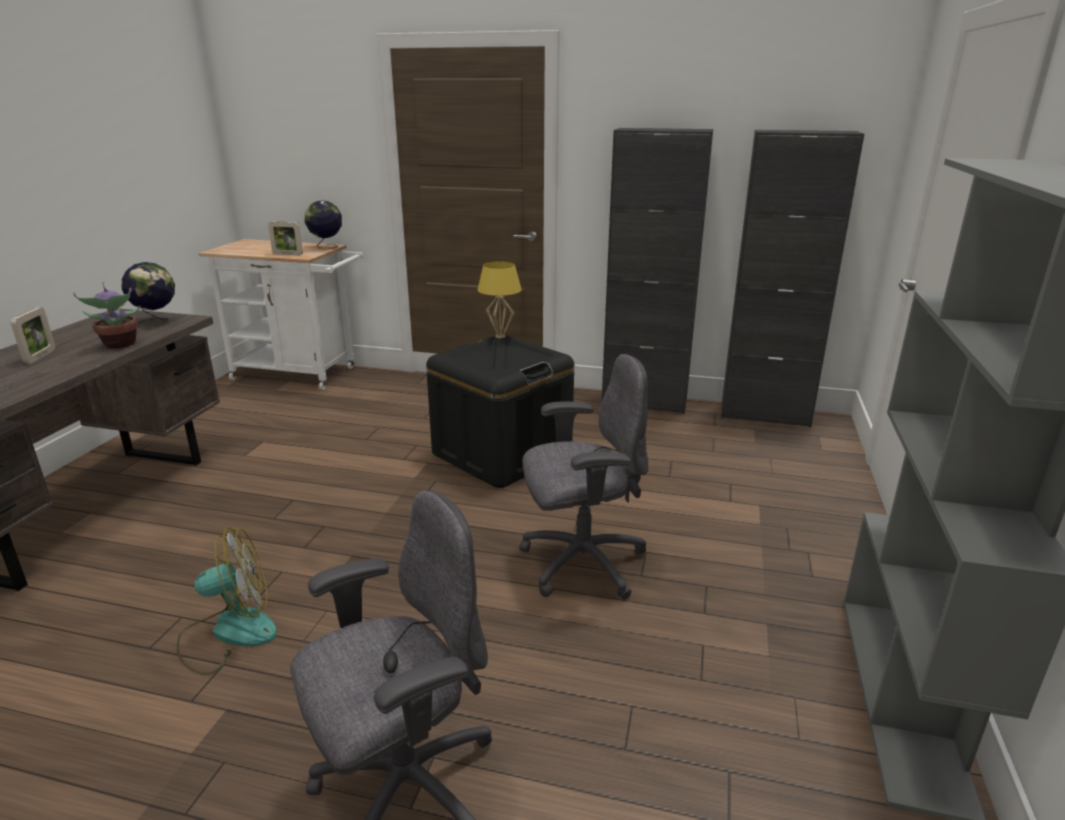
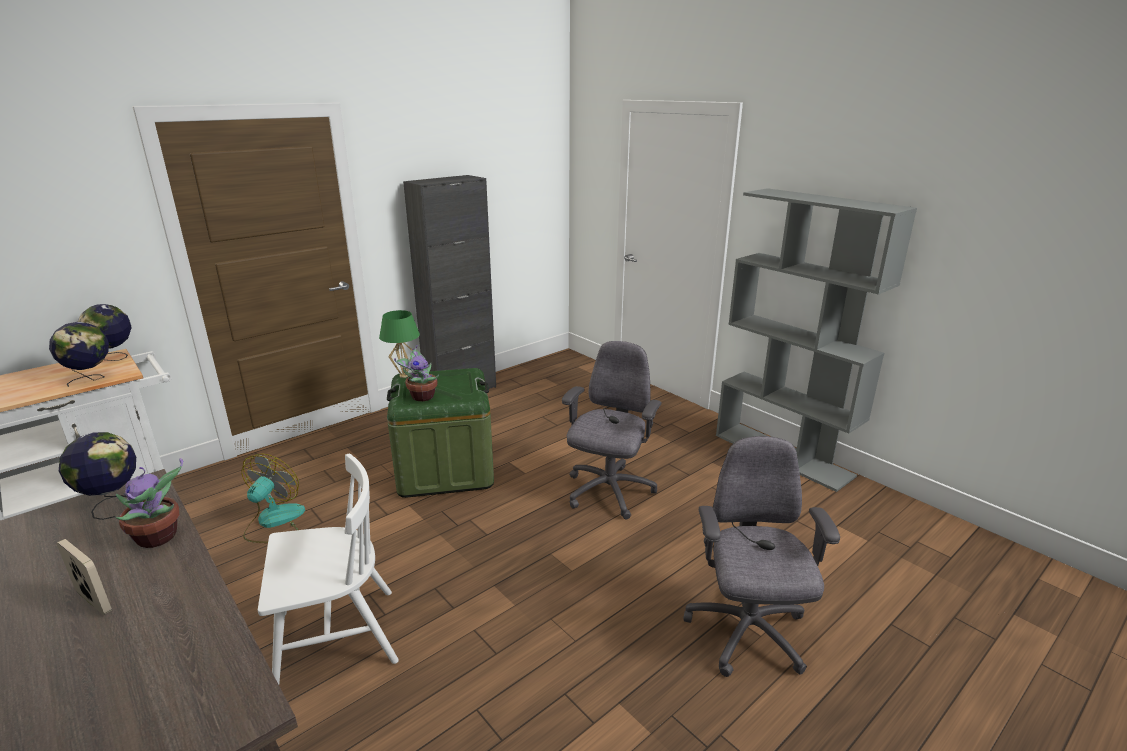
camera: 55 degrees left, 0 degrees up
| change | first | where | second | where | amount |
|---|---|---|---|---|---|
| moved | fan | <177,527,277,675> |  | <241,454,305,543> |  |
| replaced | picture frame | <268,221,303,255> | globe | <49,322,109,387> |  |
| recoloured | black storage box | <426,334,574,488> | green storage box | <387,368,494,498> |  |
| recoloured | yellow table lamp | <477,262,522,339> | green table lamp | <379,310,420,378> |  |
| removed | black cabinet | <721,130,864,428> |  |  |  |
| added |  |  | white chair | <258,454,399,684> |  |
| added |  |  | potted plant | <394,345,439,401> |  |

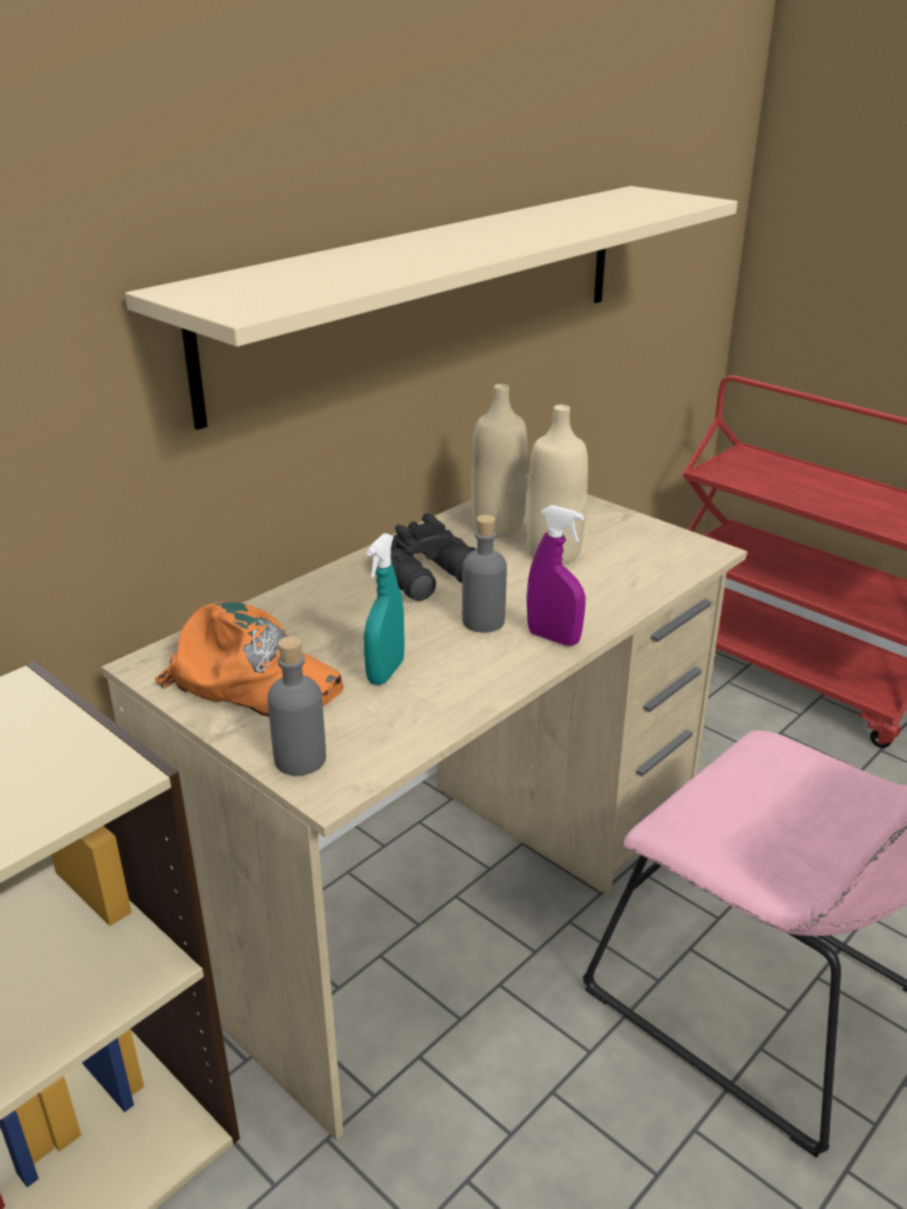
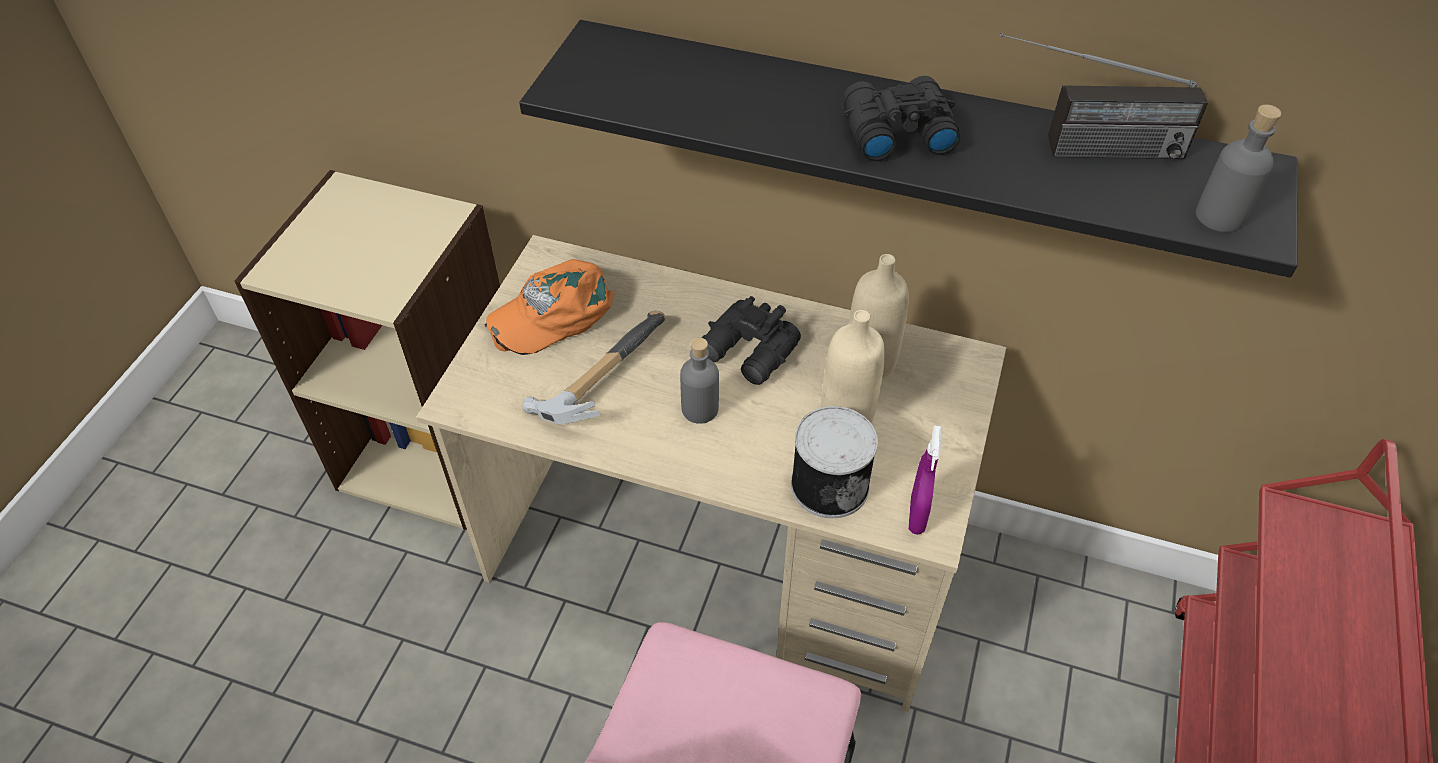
camera: 65 degrees right, 20 degrees up
| change | first | where | second | where | amount |
|---|---|---|---|---|---|
| recoloured | beige shelf | <125,186,737,430> | black shelf | <519,20,1297,278> |  |
| turned | orange cap | <155,602,344,717> |  | <485,259,614,355> | 60 degrees clockwise |
| moved | grey bottle | <267,636,326,776> |  | <1196,105,1282,232> |  |
| replaced | turquoise spray bottle | <364,533,405,685> | hammer | <522,311,665,424> |  |
| moved | purple spray bottle | <526,505,586,646> |  | <908,426,942,535> |  |
| added |  |  | can | <791,406,878,518> |  |
| added |  |  | black binoculars | <843,76,960,161> |  |
| added |  |  | radio | <1000,33,1208,159> |  |

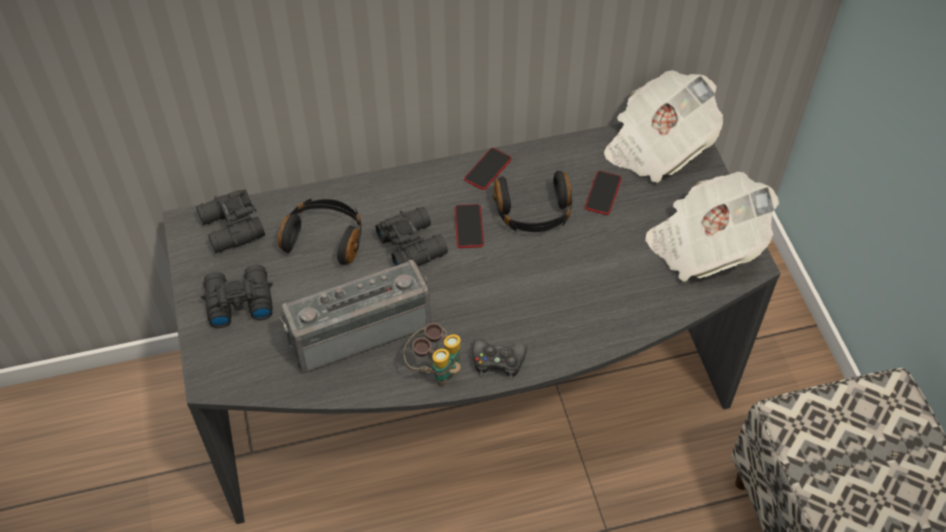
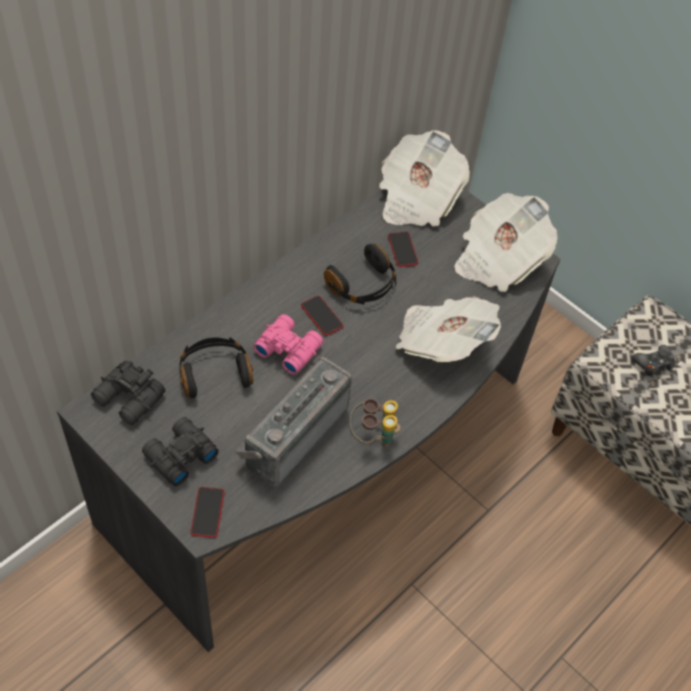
camera: 35 degrees left, 0 degrees up
| change | first | where | second | where | amount |
|---|---|---|---|---|---|
| recoloured | black binoculars | <375,207,448,266> | pink binoculars | <253,314,323,375> |  |
| moved | phone | <464,148,512,190> |  | <191,487,225,538> |  |
| moved | black game controller | <472,339,527,380> |  | <631,345,675,378> |  |
| added |  |  | newspaper | <396,296,501,362> |  |

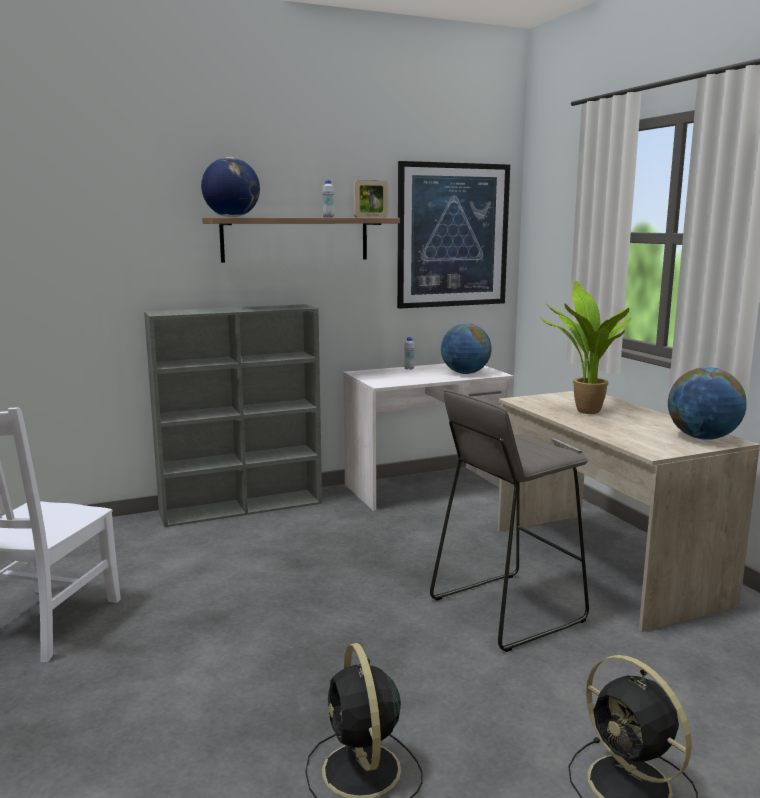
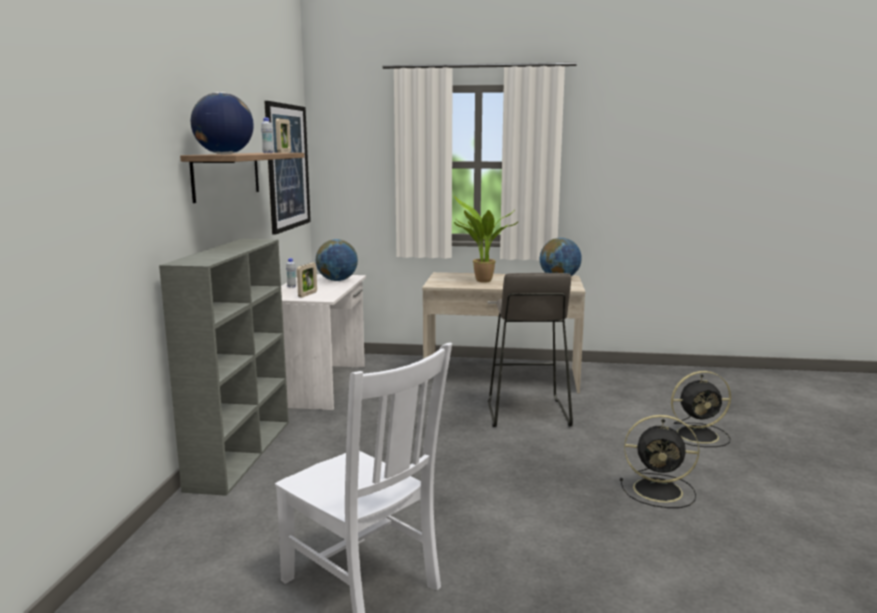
camera: 60 degrees left, 0 degrees up
| change | first | where | second | where | amount |
|---|---|---|---|---|---|
| added |  |  | picture frame | <297,263,317,297> |  |

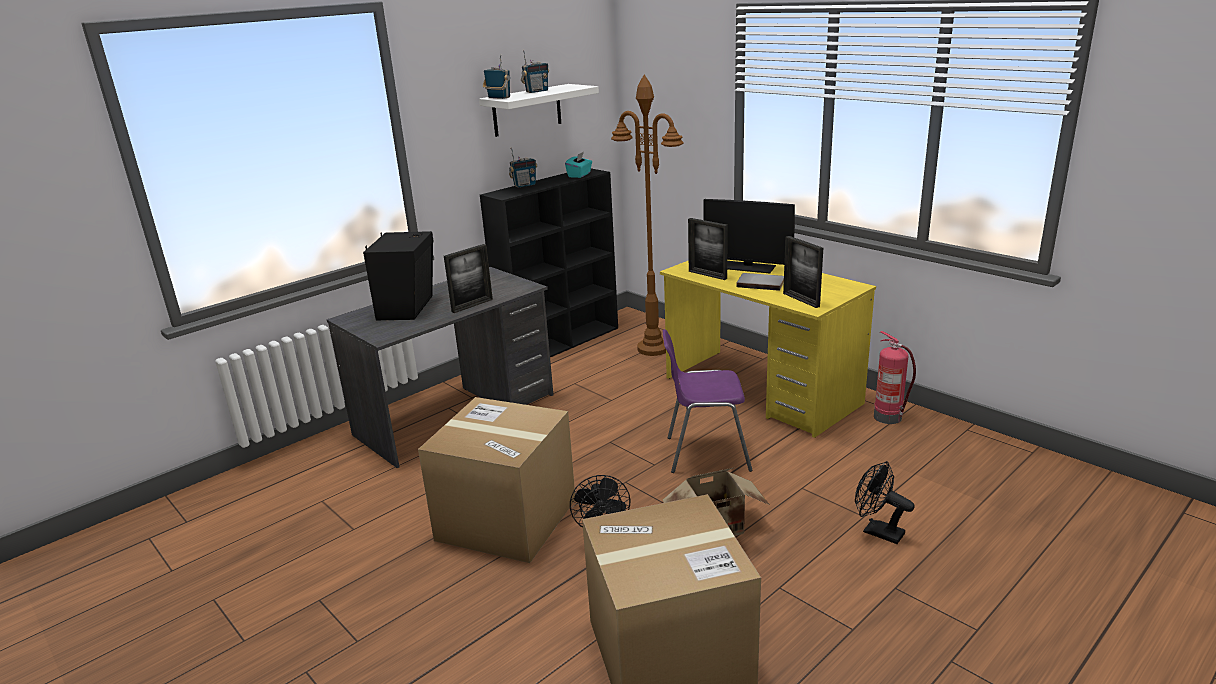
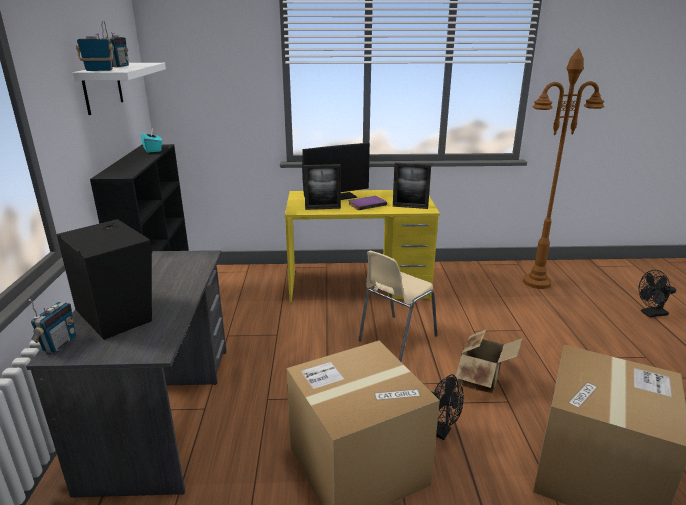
camera: 50 degrees left, 0 degrees up
| change | first | where | second | where | amount |
|---|---|---|---|---|---|
| removed | picture frame | <444,244,493,313> |  |  |  |
| moved | radio | <509,148,537,187> |  | <29,299,76,353> |  |
| moved | brown floor lamp | <611,74,683,356> |  | <523,48,605,289> |  |
| recoloured | purple chair | <662,329,752,473> | beige chair | <359,251,437,361> |  |
| recoloured | grey book | <737,273,784,291> | purple book | <349,196,387,211> |  |
| moved | black fan | <855,461,915,544> |  | <638,270,676,317> |  |
| removed | fire extinguisher | <874,331,916,424> |  |  |  |

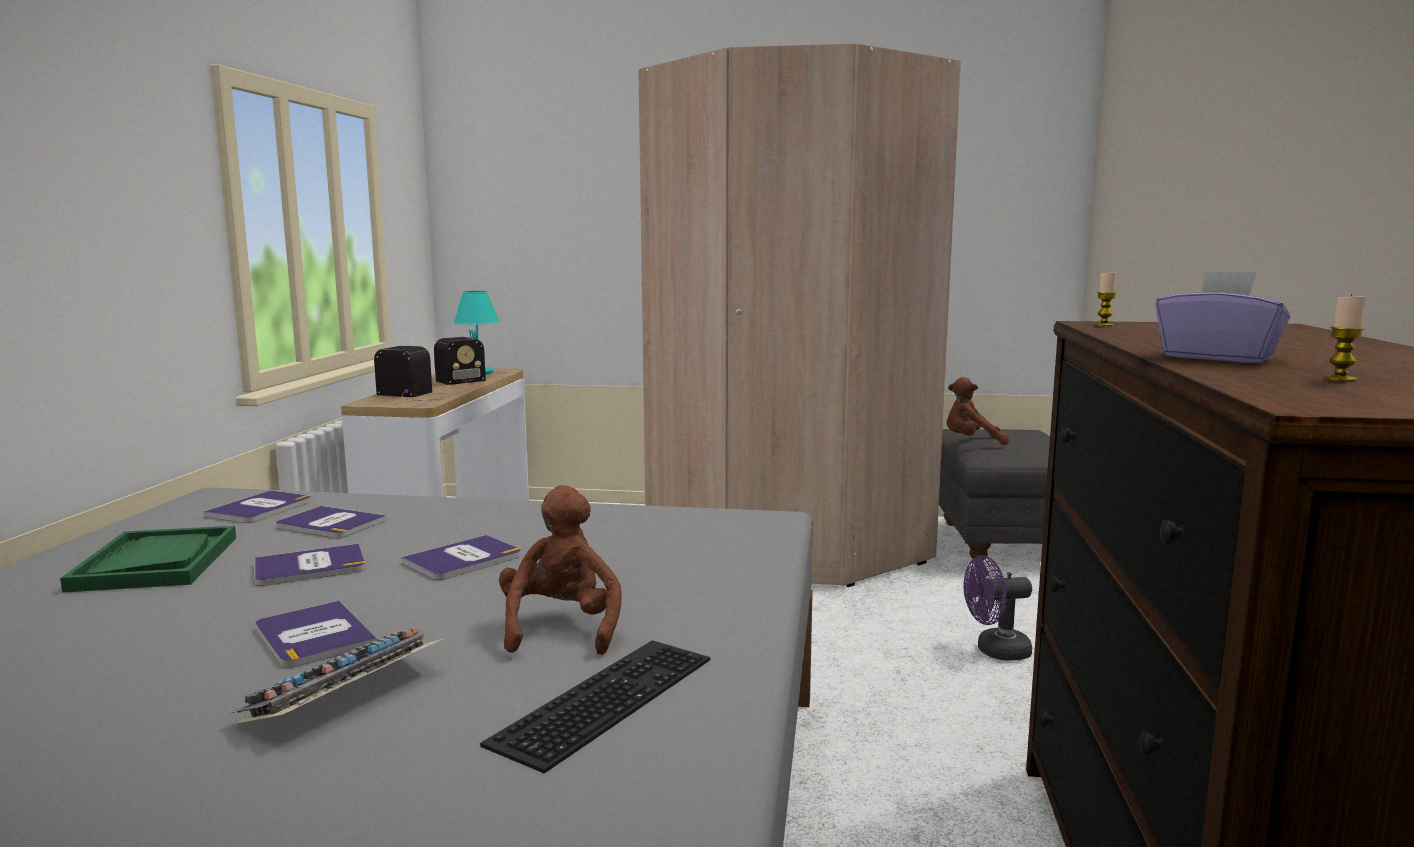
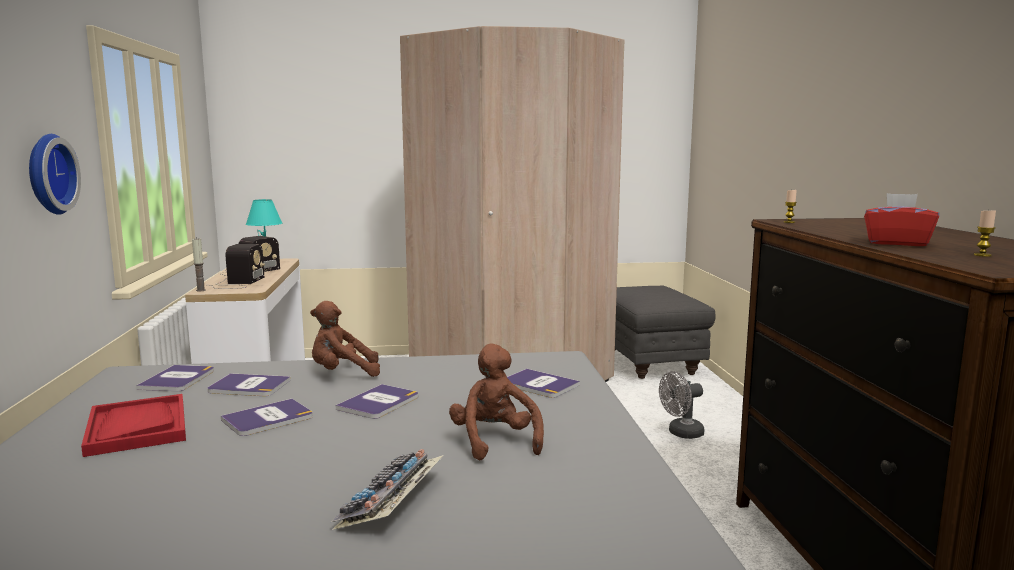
camera: 15 degrees left, 0 degrees up
| change | first | where | second | where | amount |
|---|---|---|---|---|---|
| recoloured | green tray | <60,526,236,593> | red tray | <81,394,186,457> |  |
| moved | book | <255,601,377,668> |  | <507,369,580,398> |  |
| turned | radio | <374,346,452,402> |  | <211,244,265,289> | 90 degrees clockwise |
| removed | keyboard | <480,640,710,773> |  |  |  |
| moved | brown plush toy | <947,377,1009,445> |  | <310,301,380,377> |  |
| recoloured | purple fan | <964,556,1032,661> | grey fan | <659,371,704,439> |  |
| recoloured | purple tissue box | <1155,270,1290,363> | red tissue box | <864,193,939,246> |  |
| added |  |  | wall clock | <29,134,81,215> |  |
| added |  |  | candle | <192,237,206,292> |  |

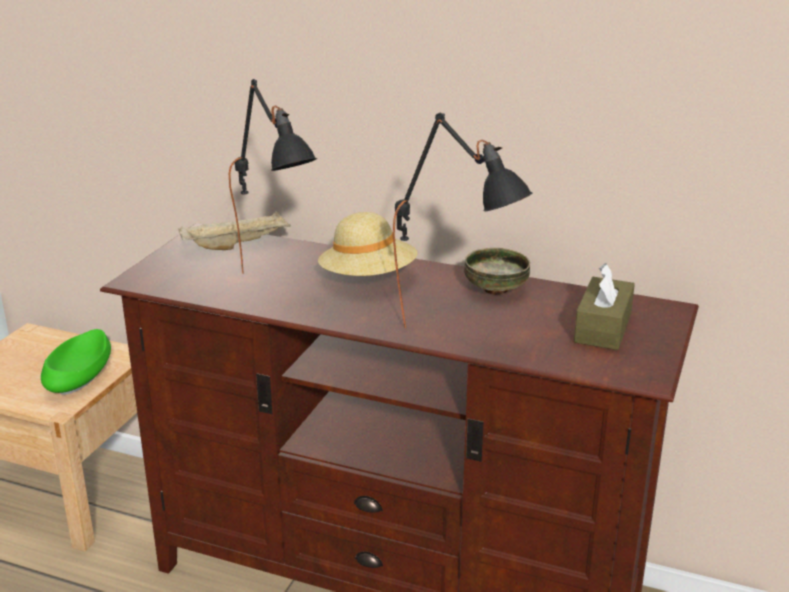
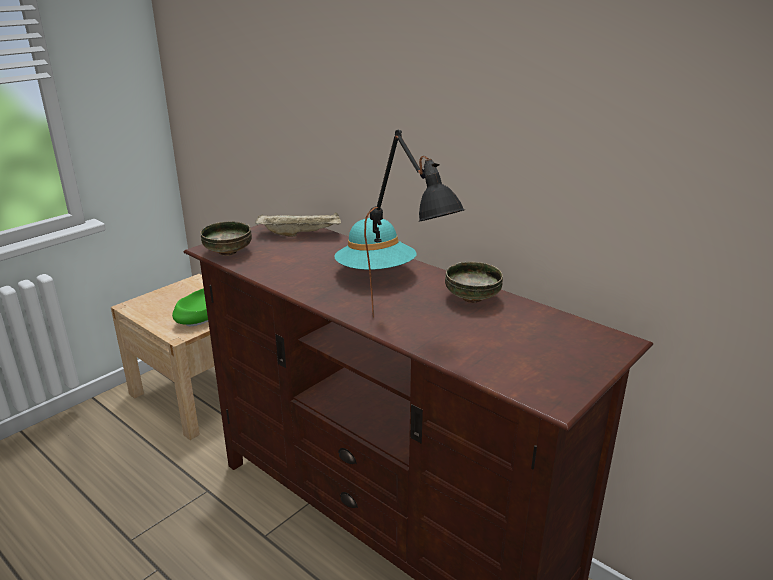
camera: 20 degrees right, 0 degrees up
| change | first | where | second | where | amount |
|---|---|---|---|---|---|
| removed | black table lamp | <229,79,317,274> |  |  |  |
| recoloured | beige hat | <318,212,417,276> | turquoise hat | <334,218,417,270> |  |
| removed | brown tissue box | <574,263,635,350> |  |  |  |
| added |  |  | bowl | <200,221,252,256> |  |

